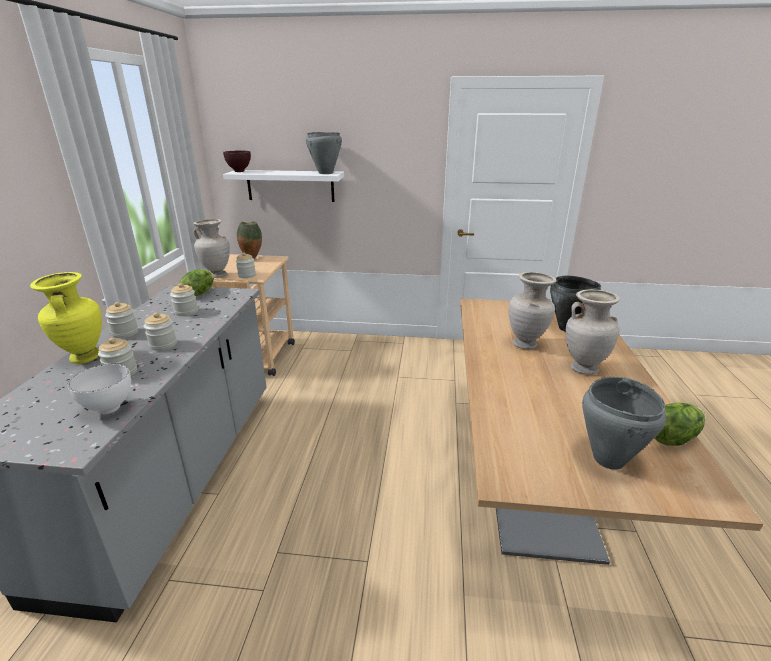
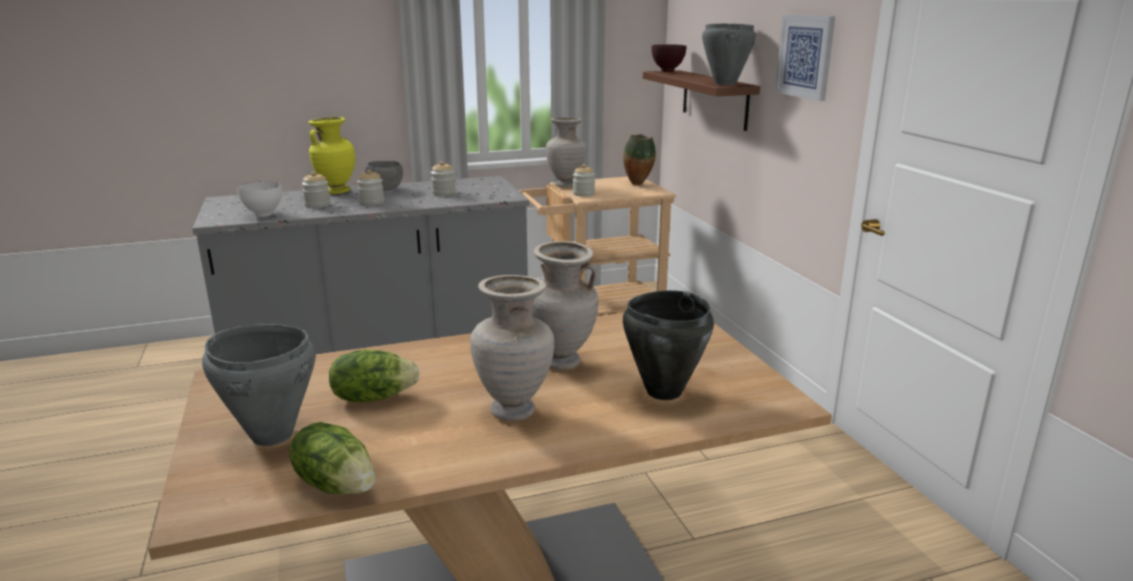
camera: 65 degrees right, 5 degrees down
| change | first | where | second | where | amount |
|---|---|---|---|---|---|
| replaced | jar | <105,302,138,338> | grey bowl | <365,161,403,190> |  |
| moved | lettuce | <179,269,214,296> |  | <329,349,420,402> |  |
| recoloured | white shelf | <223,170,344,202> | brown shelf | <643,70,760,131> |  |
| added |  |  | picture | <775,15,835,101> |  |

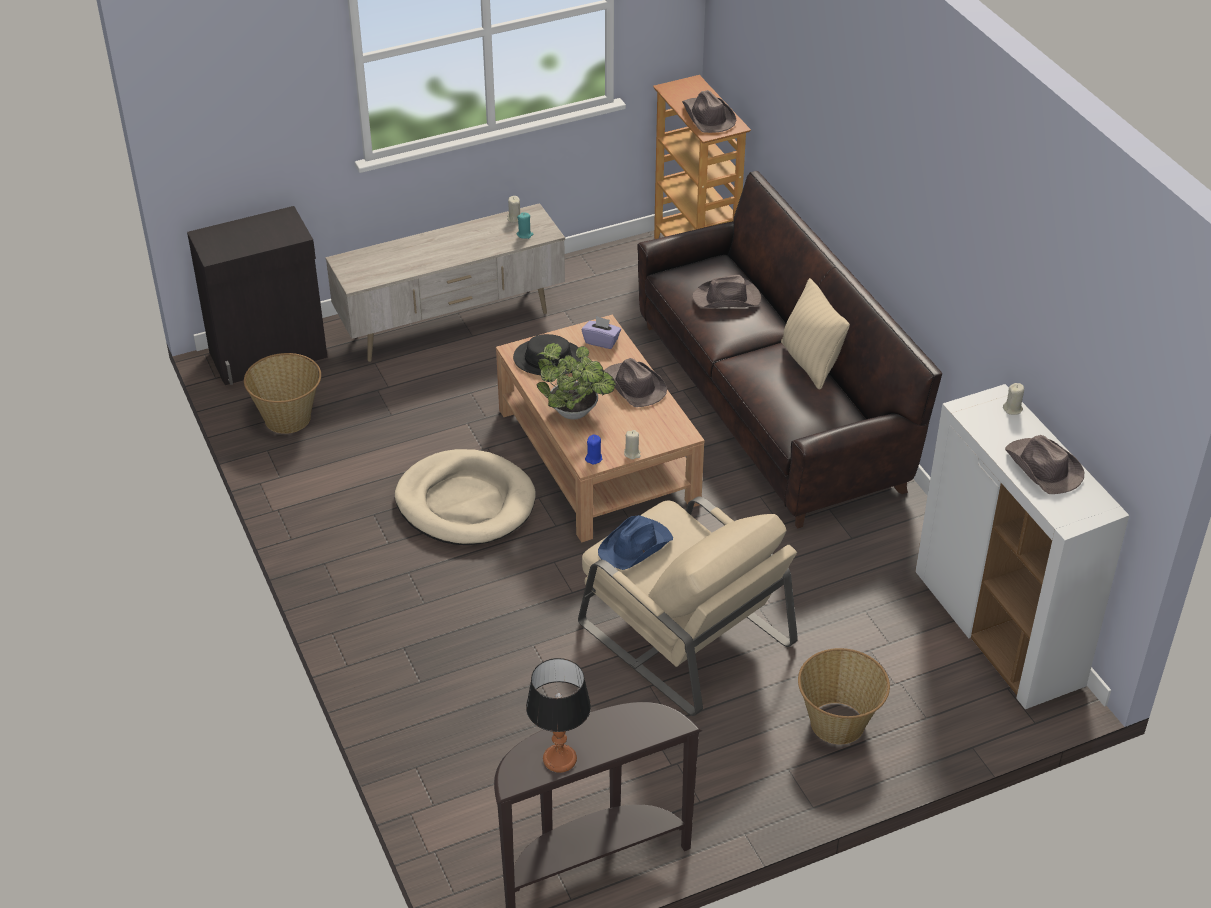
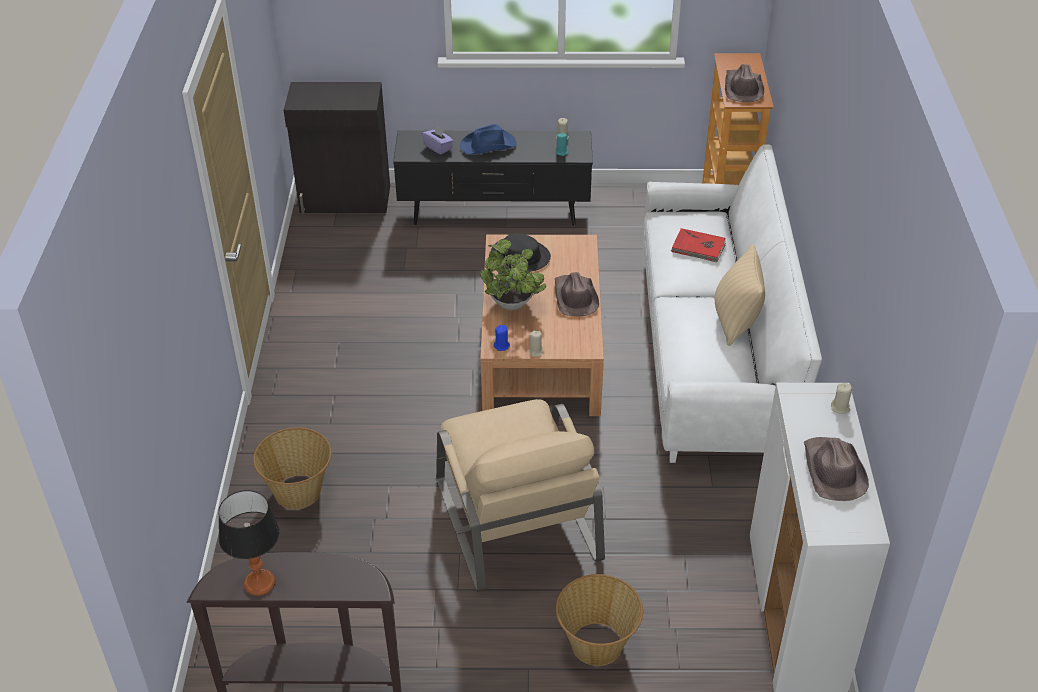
camera: 25 degrees right, 0 degrees up
| change | first | where | second | where | amount |
|---|---|---|---|---|---|
| moved | basket | <244,353,321,434> |  | <253,427,332,509> |  |
| recoloured | beige tv stand | <325,203,565,362> | black tv stand | <393,130,593,226> |  |
| removed | beige dog bed | <395,449,536,545> |  |  |  |
| moved | purple tissue box | <582,316,621,349> |  | <422,126,454,155> |  |
| moved | blue hat | <598,515,673,570> |  | <460,124,516,154> |  |
| recoloured | brown sofa | <637,171,942,528> | white sofa | <643,144,822,463> |  |
| replaced | brown hat | <693,275,761,308> | red book | <671,228,726,262> |  |

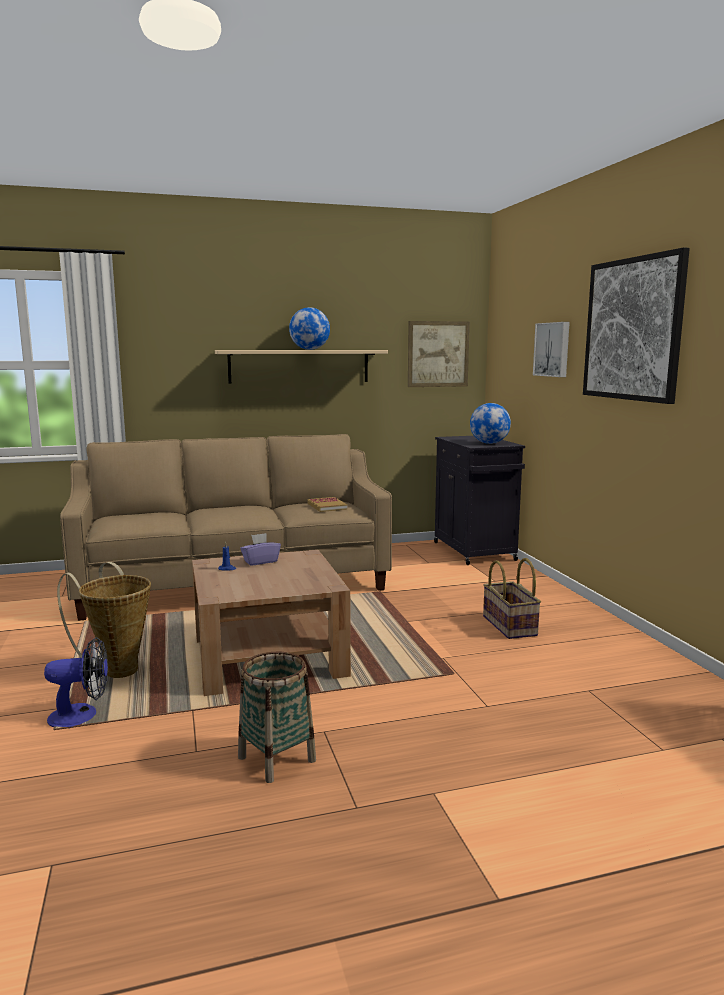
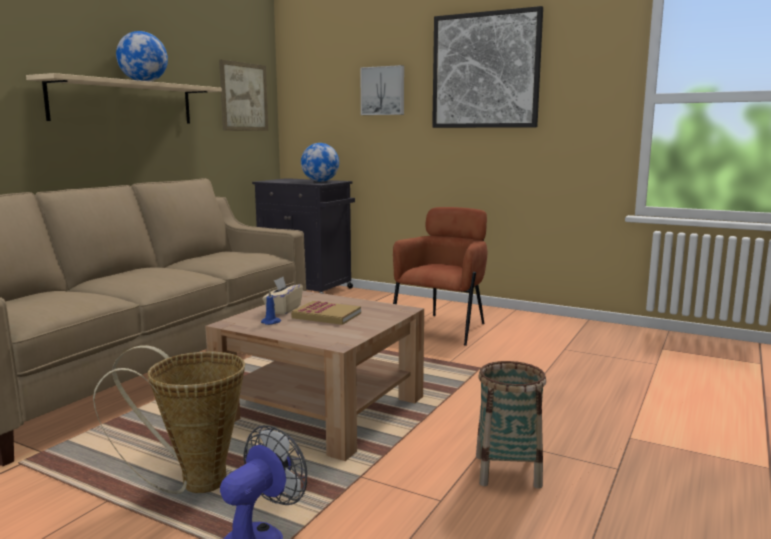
camera: 45 degrees left, 0 degrees up
| change | first | where | second | where | amount |
|---|---|---|---|---|---|
| recoloured | purple tissue box | <240,533,281,566> | beige tissue box | <263,277,303,315> |  |
| moved | book | <307,497,347,512> |  | <291,301,361,325> |  |
| replaced | basket | <483,558,541,639> | brown armchair | <393,207,487,346> |  |

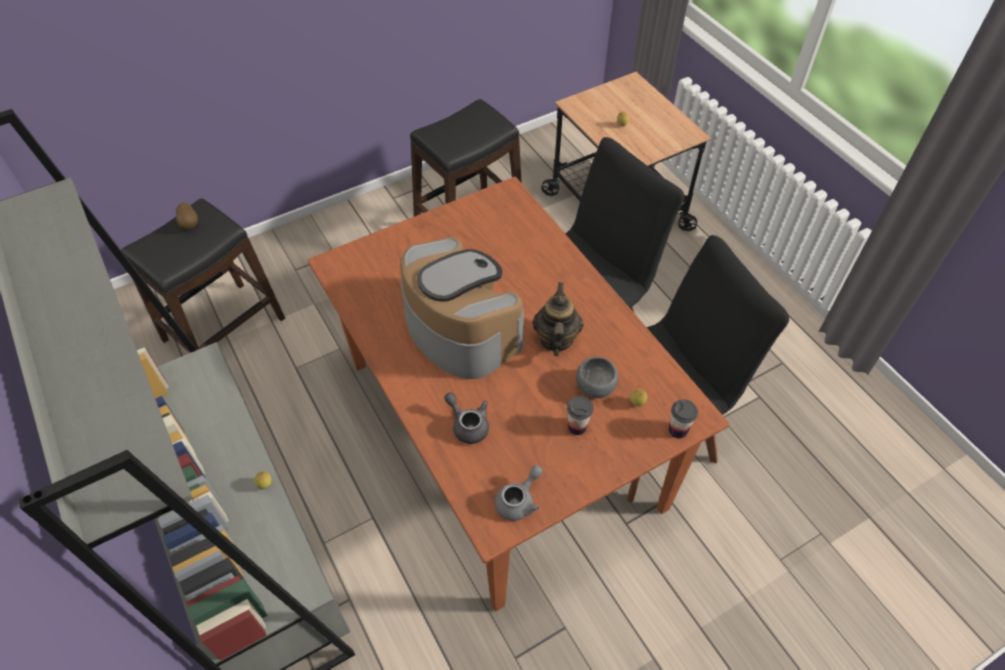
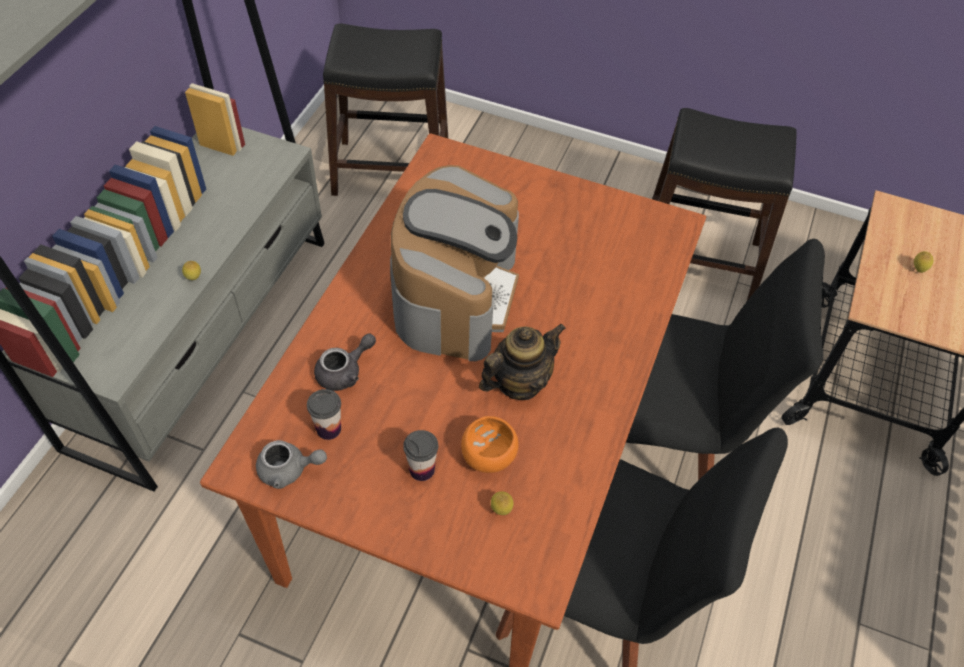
camera: 50 degrees right, 0 degrees up
| change | first | where | second | where | amount |
|---|---|---|---|---|---|
| removed | potato | <176,203,198,230> |  |  |  |
| turned | grey teapot | <444,392,489,444> |  | <314,334,376,391> | 45 degrees clockwise |
| recoloured | grey bowl | <576,357,618,398> | orange bowl | <461,416,519,473> |  |
| moved | cup | <669,400,698,438> |  | <307,389,341,440> |  |

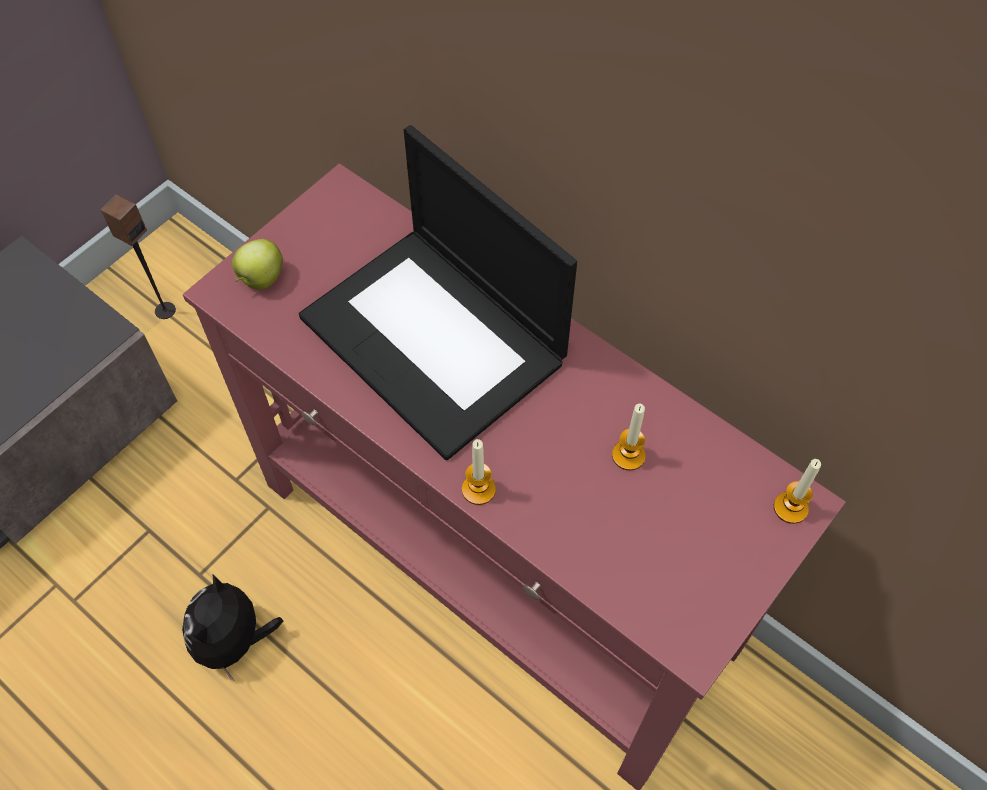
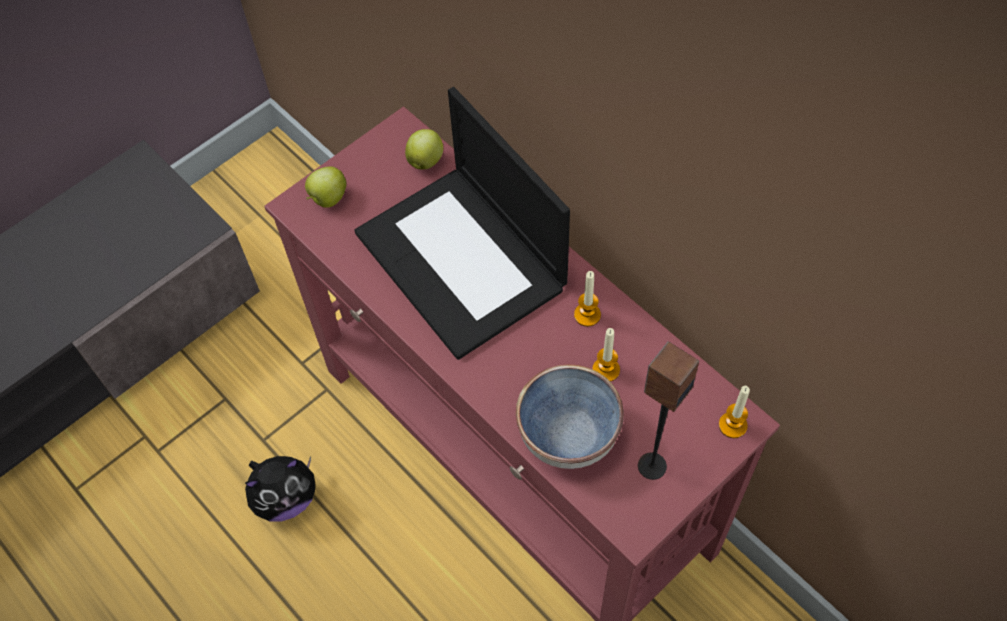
camera: 10 degrees right, 0 degrees up
| change | first | where | second | where | amount |
|---|---|---|---|---|---|
| moved | speaker | <101,195,176,319> |  | <638,342,699,480> |  |
| turned | plush toy | <182,574,283,681> |  | <245,456,316,521> | 135 degrees counterclockwise |
| moved | candle | <462,439,496,505> |  | <574,271,601,327> |  |
| added |  |  | apple | <405,129,443,169> |  |
| added |  |  | bowl | <516,364,624,469> |  |

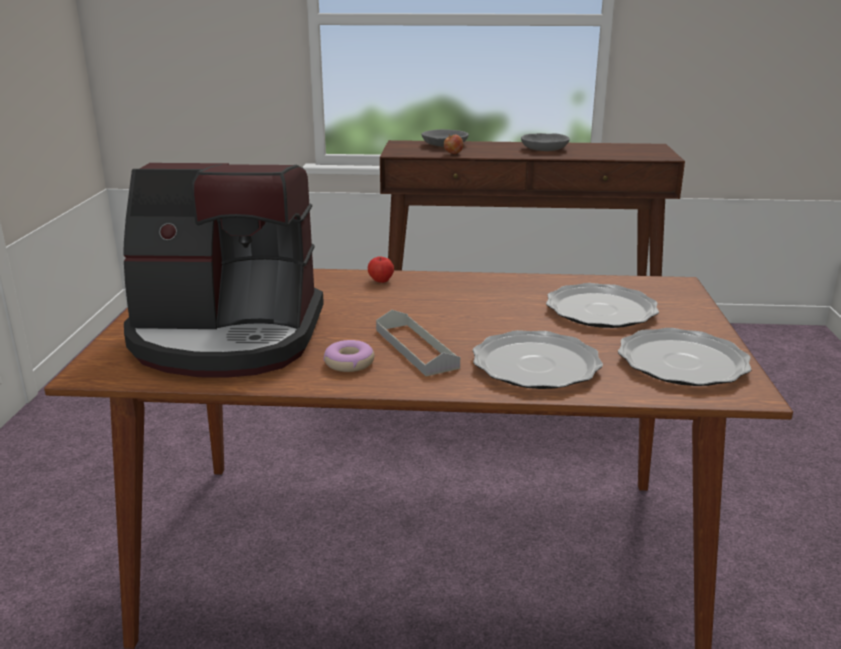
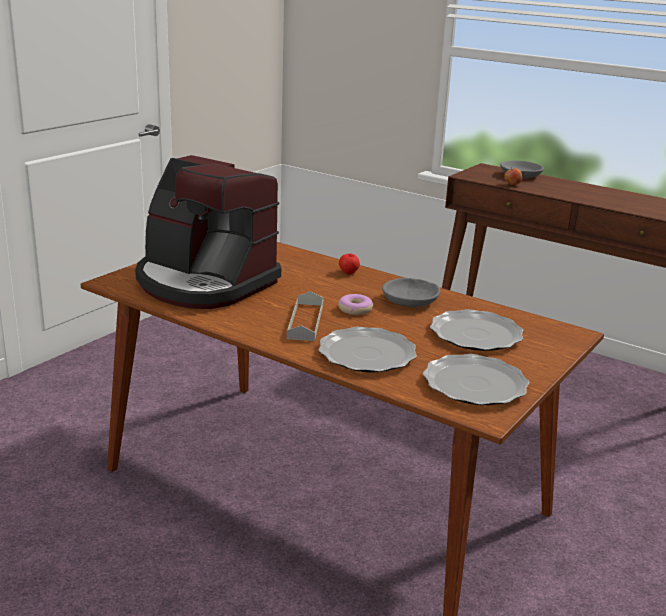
camera: 30 degrees right, 0 degrees up
| change | first | where | second | where | amount |
|---|---|---|---|---|---|
| moved | donut | <323,340,375,372> |  | <338,294,373,315> |  |
| moved | grey bowl | <521,133,570,151> |  | <382,278,440,307> |  |

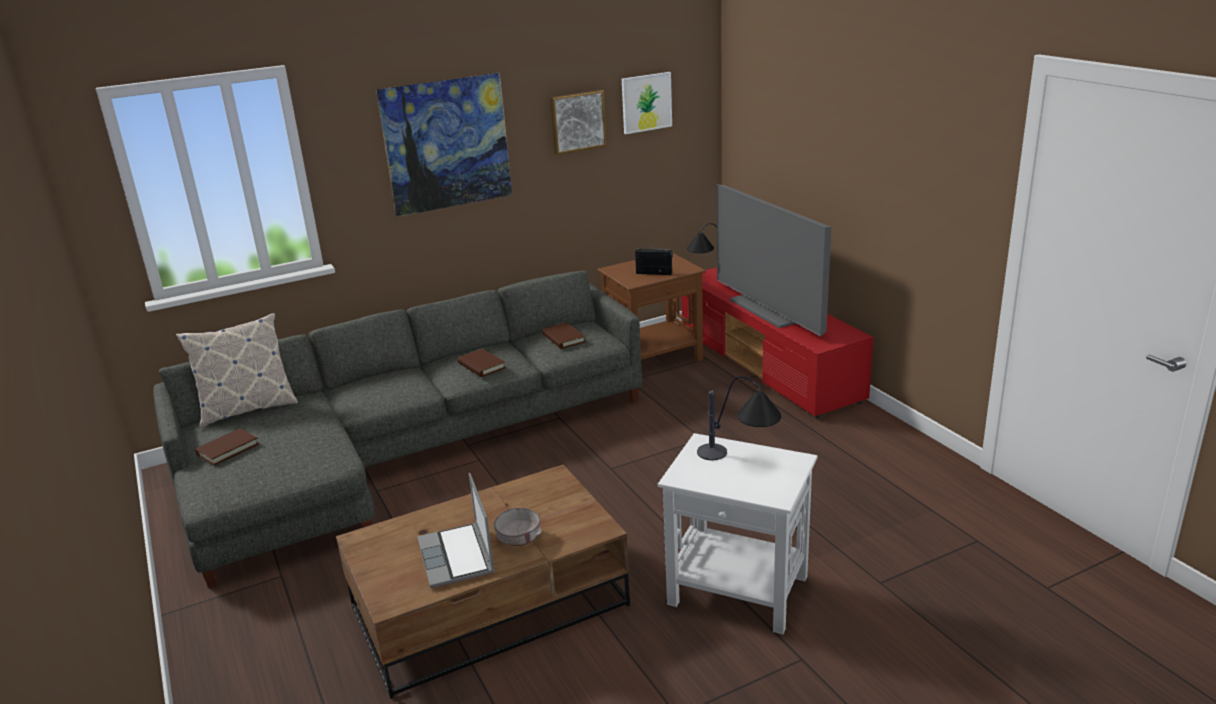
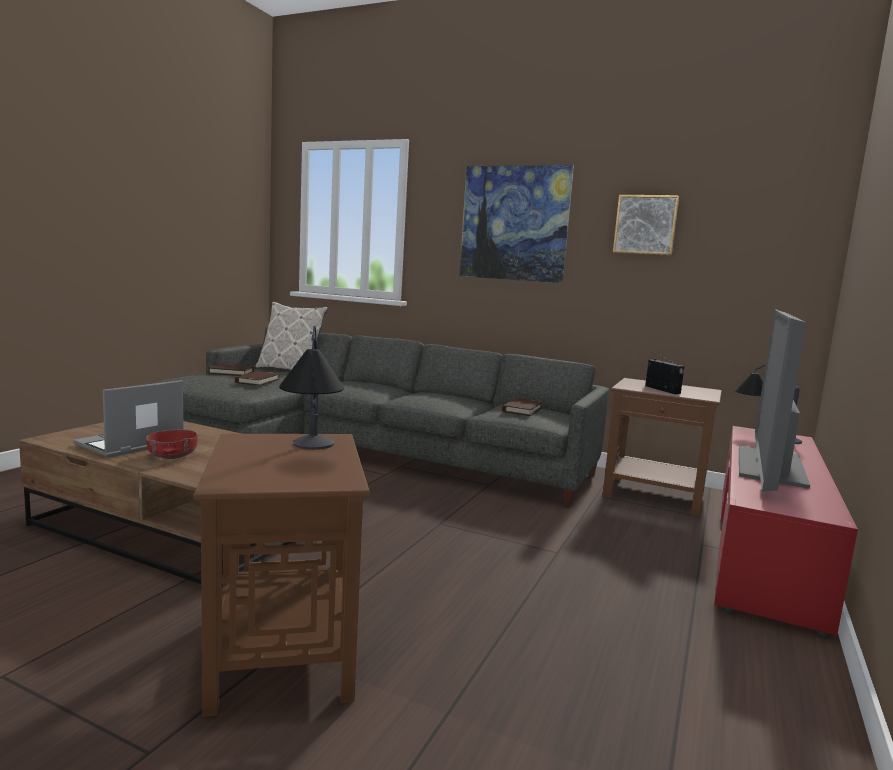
camera: 50 degrees right, 15 degrees down
| change | first | where | second | where | amount |
|---|---|---|---|---|---|
| moved | brown book | <457,349,506,377> |  | <235,371,280,386> |  |
| recoloured | grey bowl | <494,508,542,546> | red bowl | <146,429,198,459> |  |
| removed | picture | <622,72,672,134> |  |  |  |
| recoloured | white side table | <657,433,818,634> | brown side table | <193,434,370,717> |  |

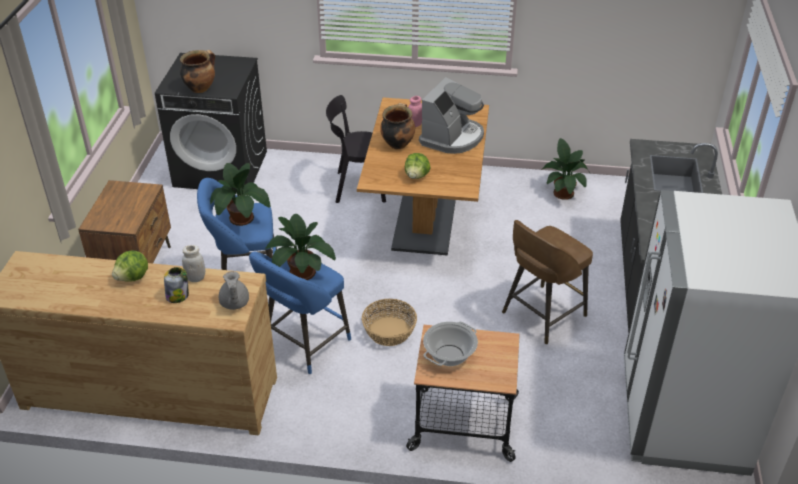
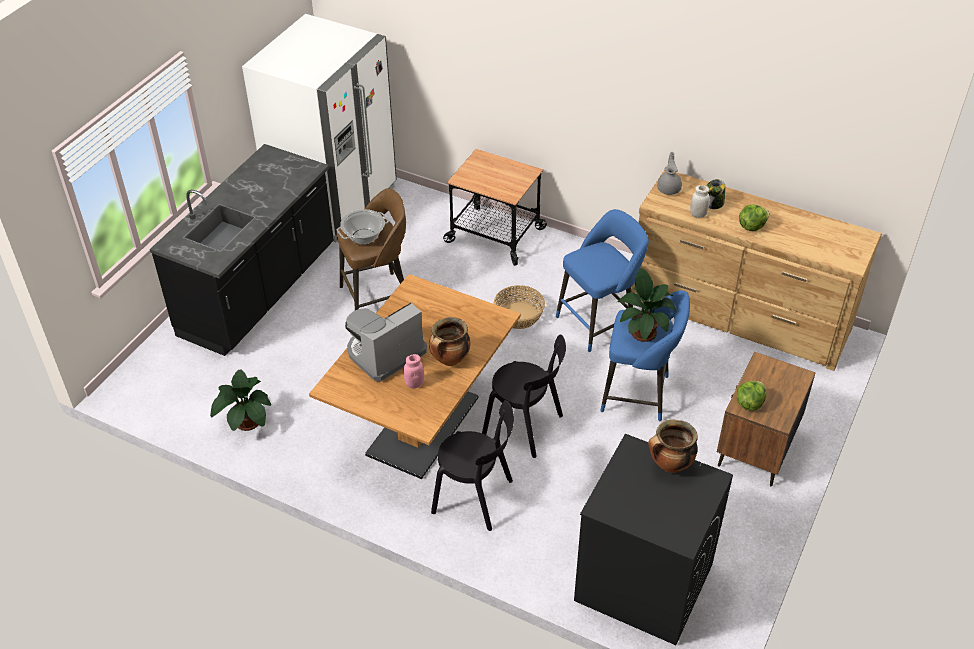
camera: 160 degrees left, 5 degrees up
| change | first | where | second | where | amount |
|---|---|---|---|---|---|
| removed | potted plant | <265,214,336,280> |  |  |  |
| moved | lettuce | <405,153,430,179> |  | <737,381,766,411> |  |
| moved | cooking pot | <423,322,478,366> |  | <337,209,389,244> |  |
| added |  |  | black chair | <482,334,566,458> |  |

